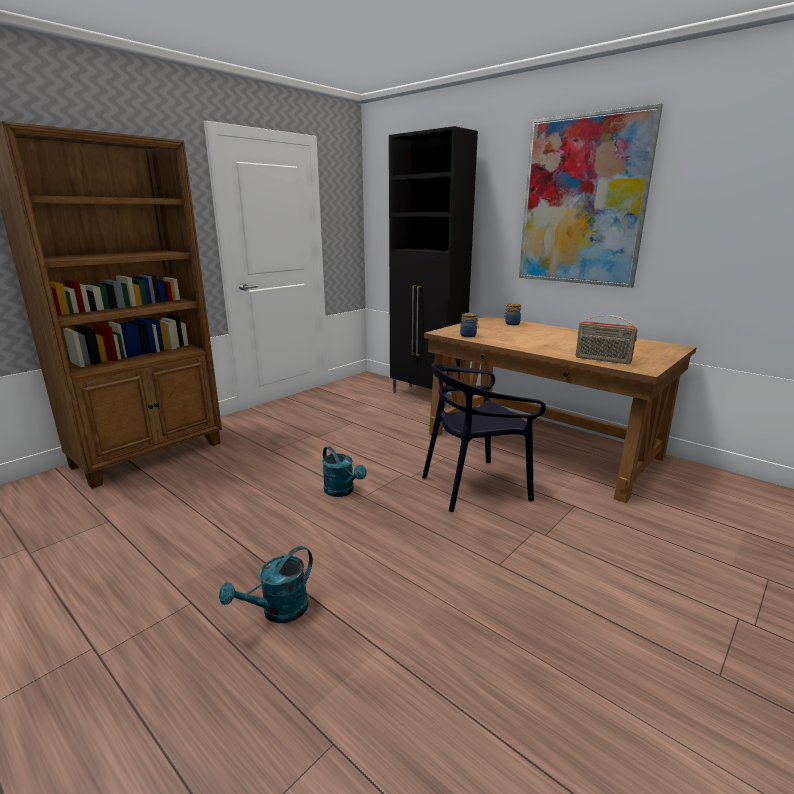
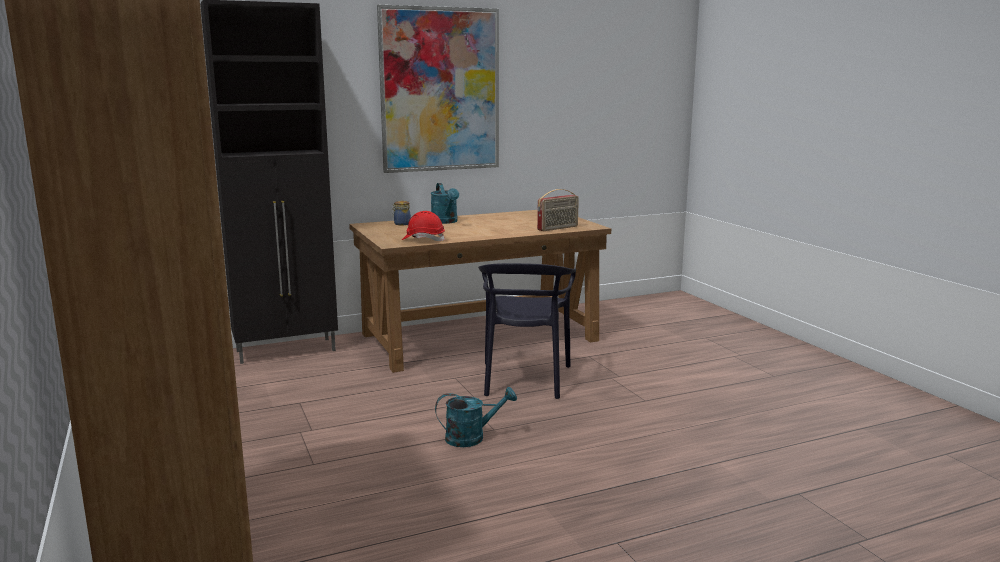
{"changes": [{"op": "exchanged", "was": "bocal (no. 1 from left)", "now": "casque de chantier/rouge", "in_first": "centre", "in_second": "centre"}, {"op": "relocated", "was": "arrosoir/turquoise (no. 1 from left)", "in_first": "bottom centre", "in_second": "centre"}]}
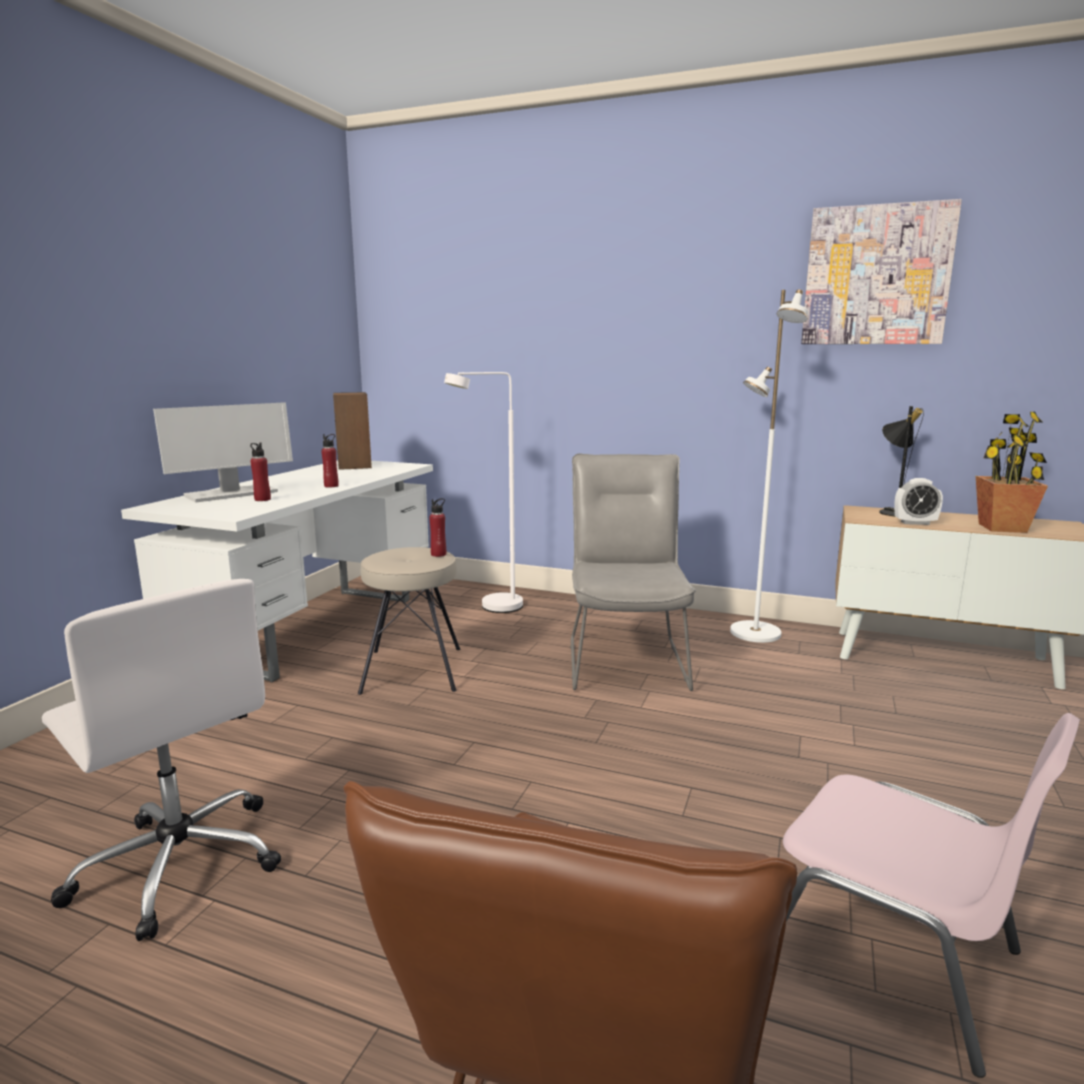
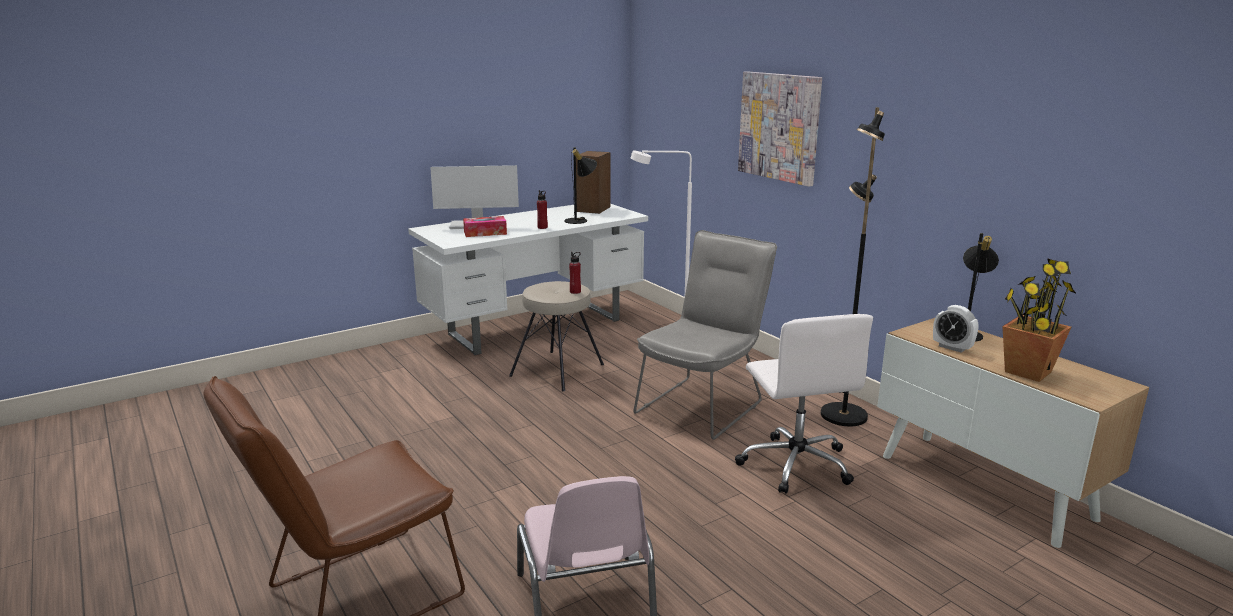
{"changes": [{"op": "exchanged", "was": "bouteille/rouge (no. 1 from left)", "now": "boîte à mouchoirs", "in_first": "middle left", "in_second": "centre"}, {"op": "appeared", "now": "lampe de table/noir (no. 1 from left)", "in_second": "top centre"}, {"op": "relocated", "was": "chaise de bureau/blanc", "in_first": "bottom left", "in_second": "centre"}, {"op": "relocated", "was": "tableau", "in_first": "top right", "in_second": "top centre"}, {"op": "colour", "was": "lampadaire/blanc (no. 2 from left)", "now": "lampadaire/noir", "in_first": "middle right", "in_second": "middle right"}]}
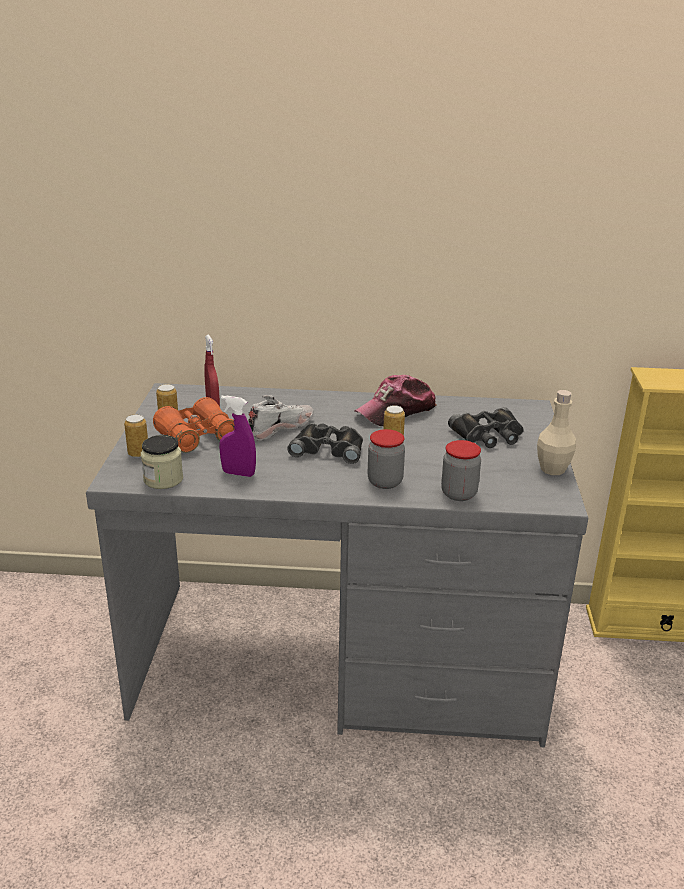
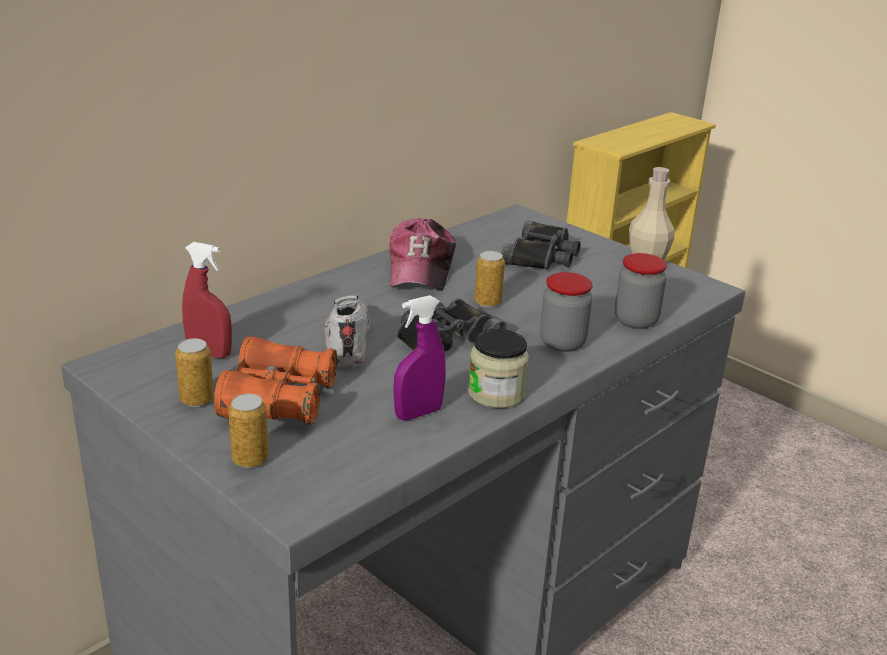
{"changes": [{"op": "relocated", "was": "bocal (no. 1 from left)", "in_first": "middle left", "in_second": "centre"}]}
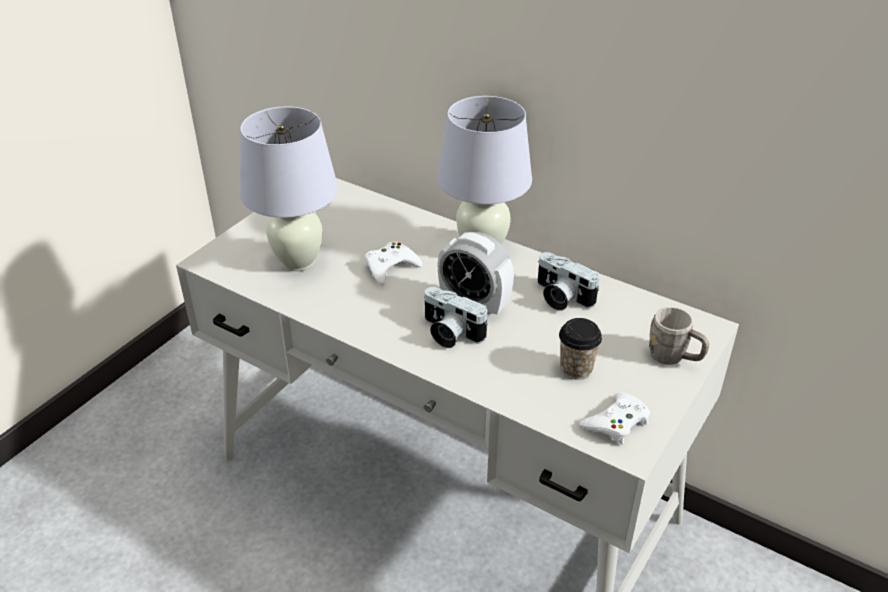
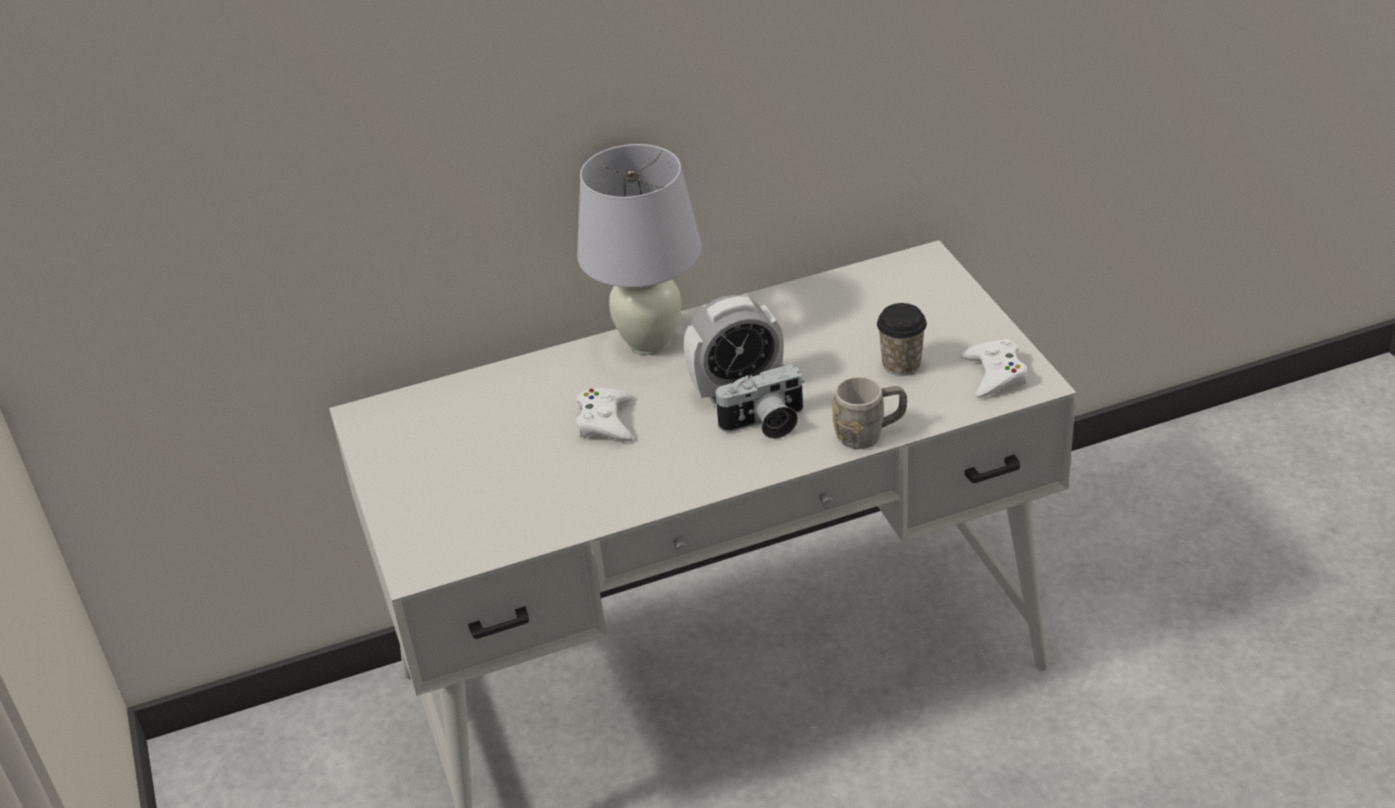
{"changes": [{"op": "relocated", "was": "mug/gris", "in_first": "middle right", "in_second": "centre"}, {"op": "missing", "was": "lampe de table/blanc (no. 1 from left)", "in_first": "top left"}, {"op": "missing", "was": "appareil photo (no. 2 from left)", "in_first": "centre"}]}
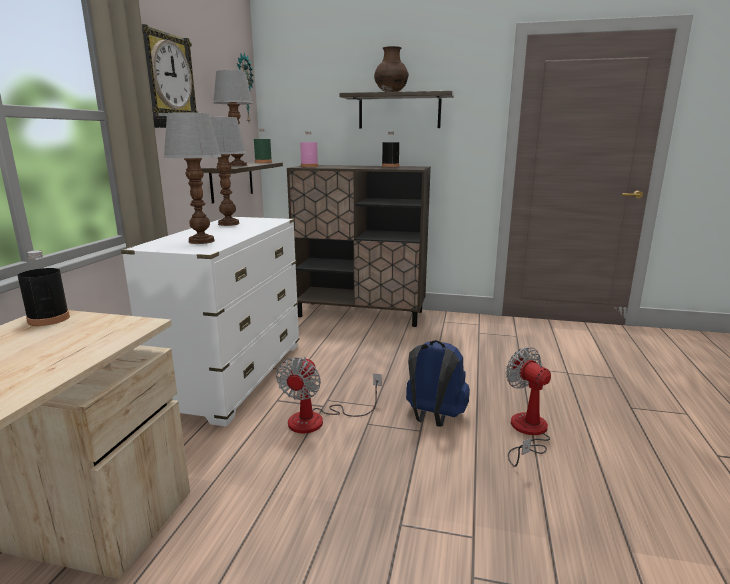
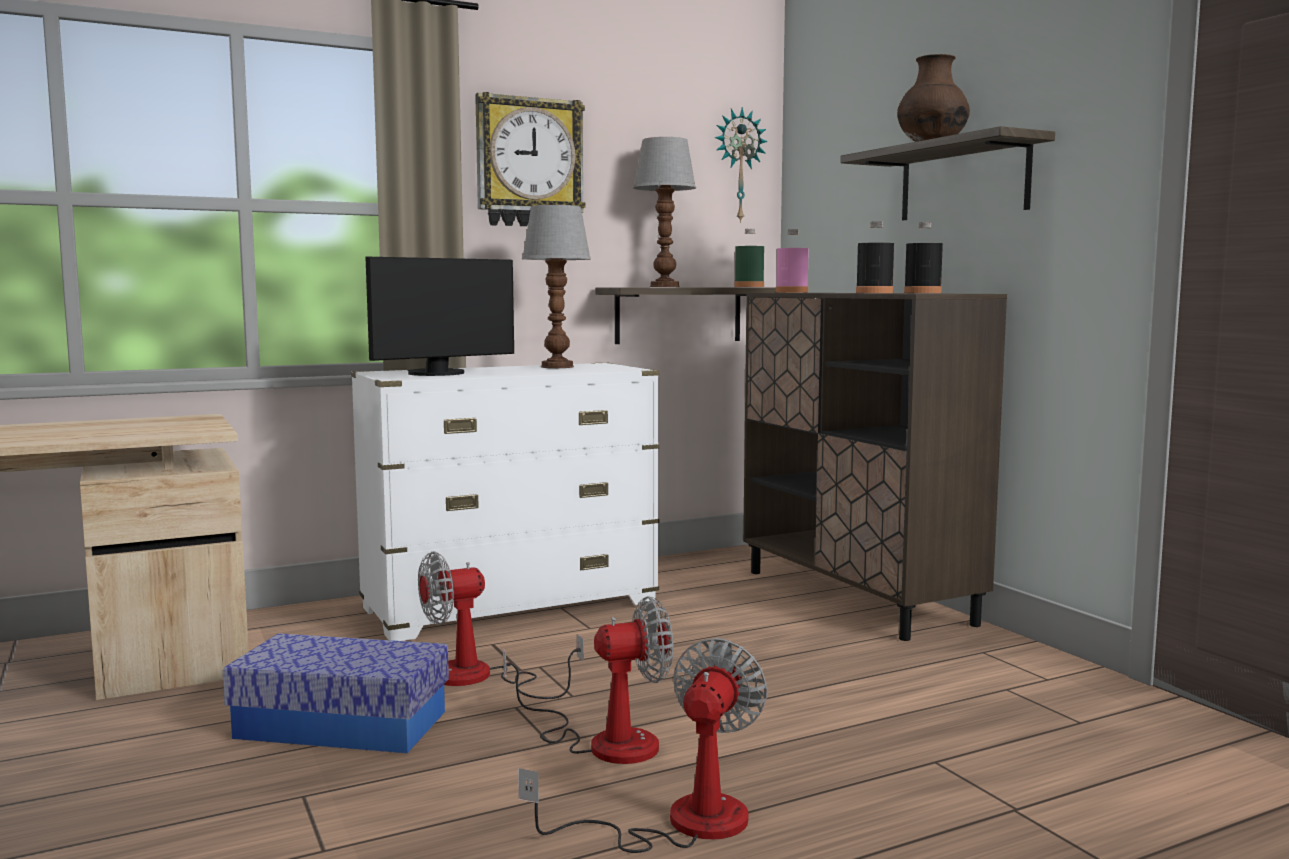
{"changes": [{"op": "appeared", "now": "boîte de rangement", "in_second": "bottom left"}, {"op": "exchanged", "was": "lampe de table (no. 1 from left)", "now": "écran d'ordinateur", "in_first": "top left", "in_second": "centre"}, {"op": "exchanged", "was": "sac à dos/bleu", "now": "ventilateur (no. 2 from left)", "in_first": "centre", "in_second": "bottom centre"}, {"op": "relocated", "was": "bouteille/noir (no. 1 from left)", "in_first": "middle left", "in_second": "top right"}]}
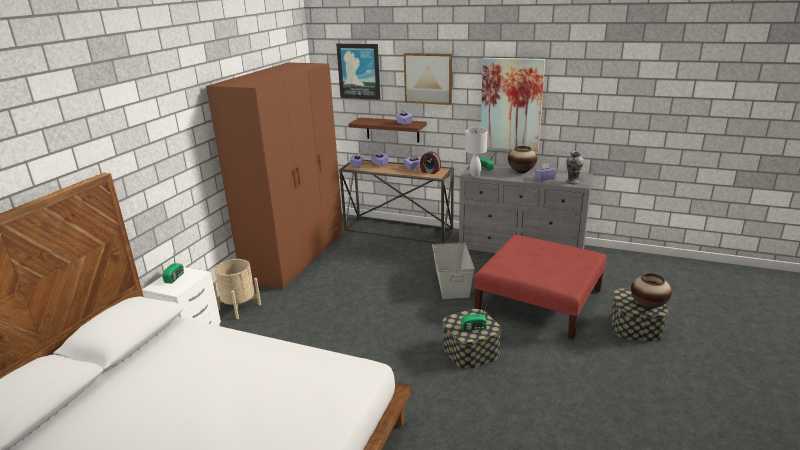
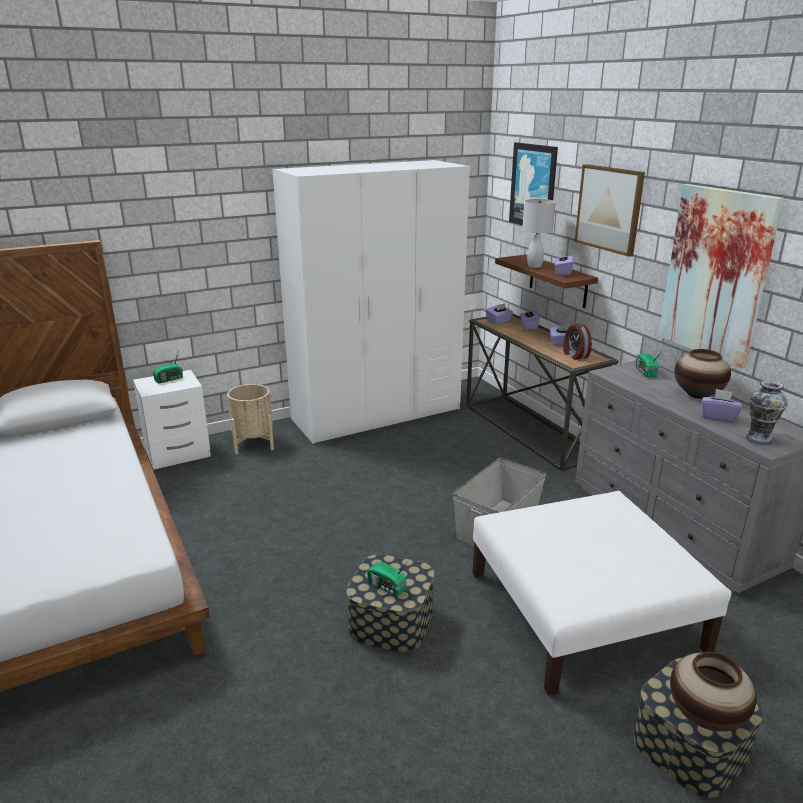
{"changes": [{"op": "colour", "was": "armoire/marron", "now": "armoire/blanc", "in_first": "centre", "in_second": "centre"}, {"op": "colour", "was": "pouf/rouge", "now": "pouf/blanc", "in_first": "middle right", "in_second": "bottom right"}, {"op": "relocated", "was": "lampe de table/blanc", "in_first": "centre", "in_second": "top right"}]}
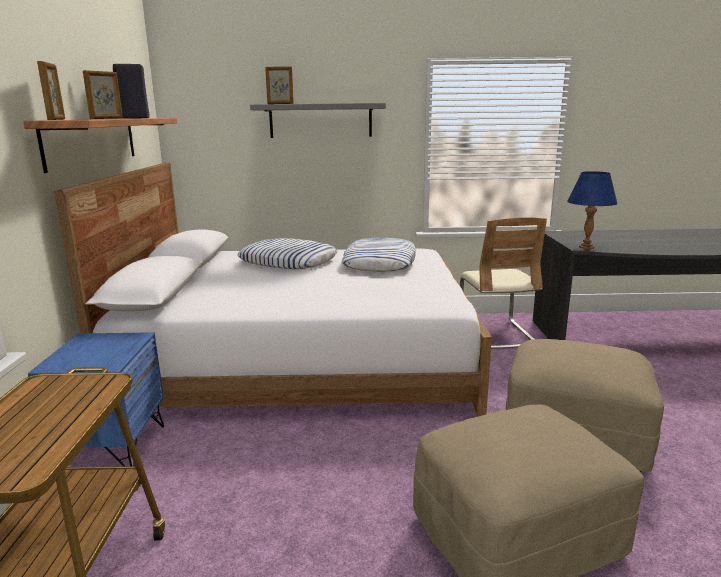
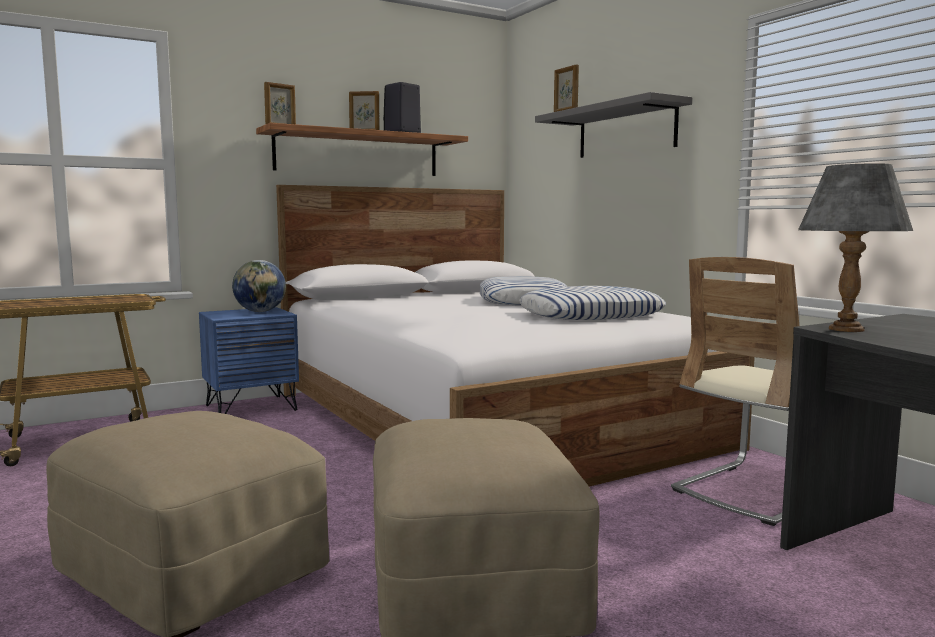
{"changes": [{"op": "appeared", "now": "globe", "in_second": "middle left"}, {"op": "colour", "was": "lampe de table/bleu", "now": "lampe de table/gris", "in_first": "middle right", "in_second": "middle right"}]}
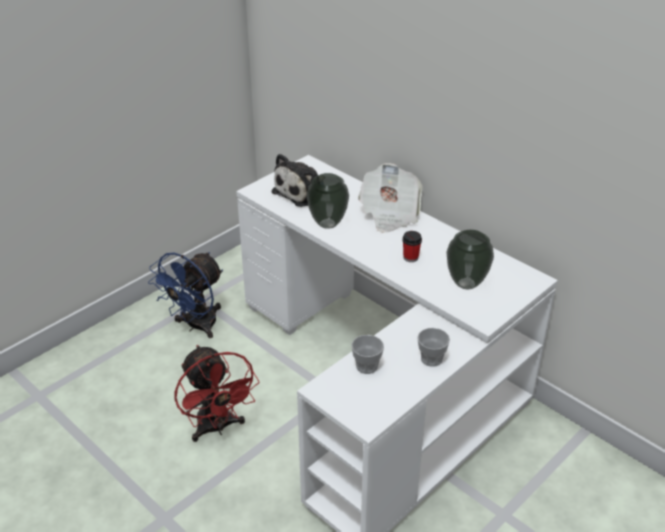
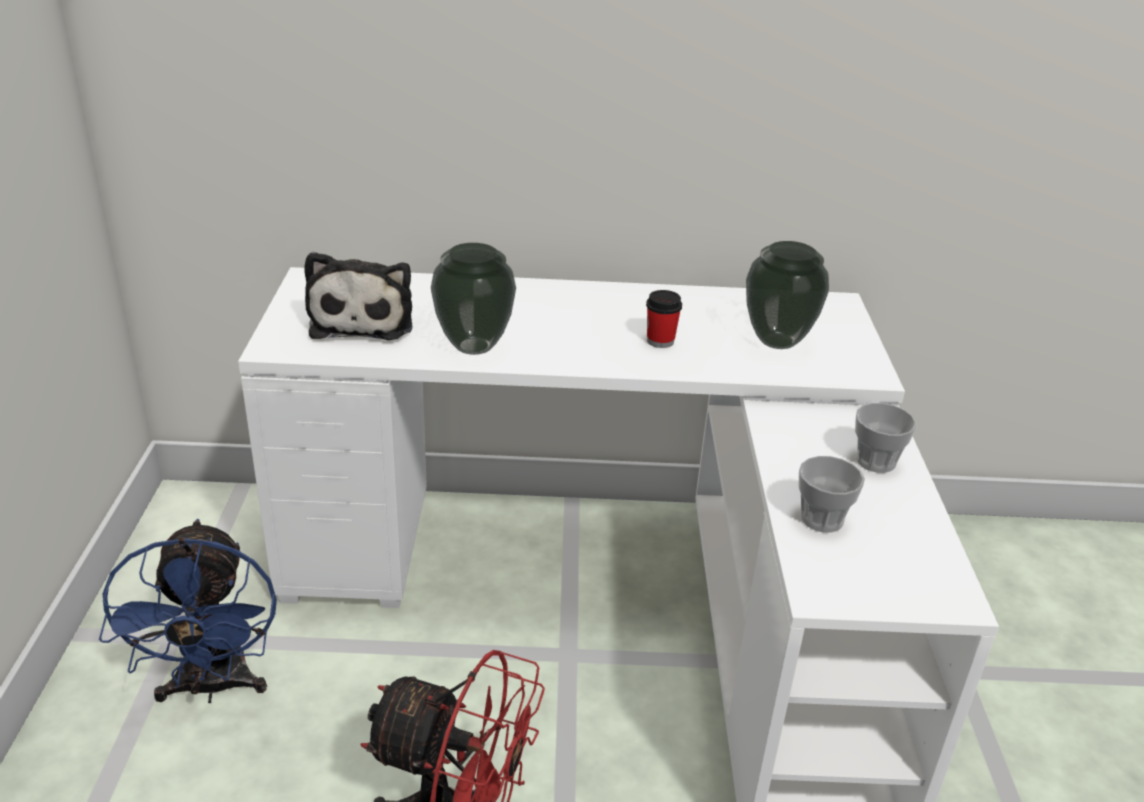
{"changes": [{"op": "missing", "was": "journal", "in_first": "centre"}]}
